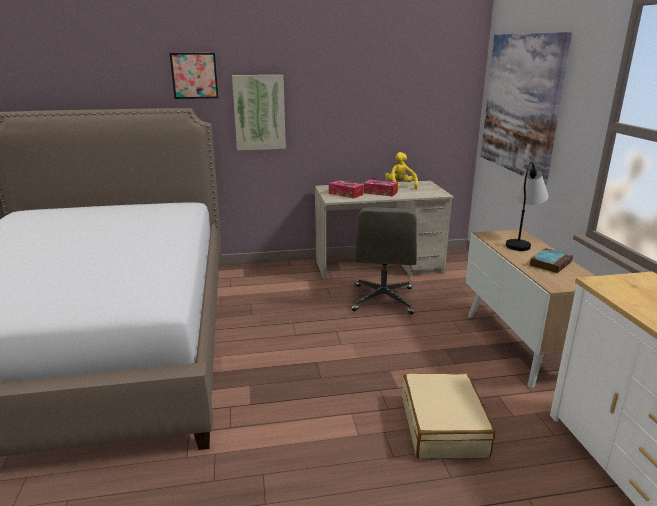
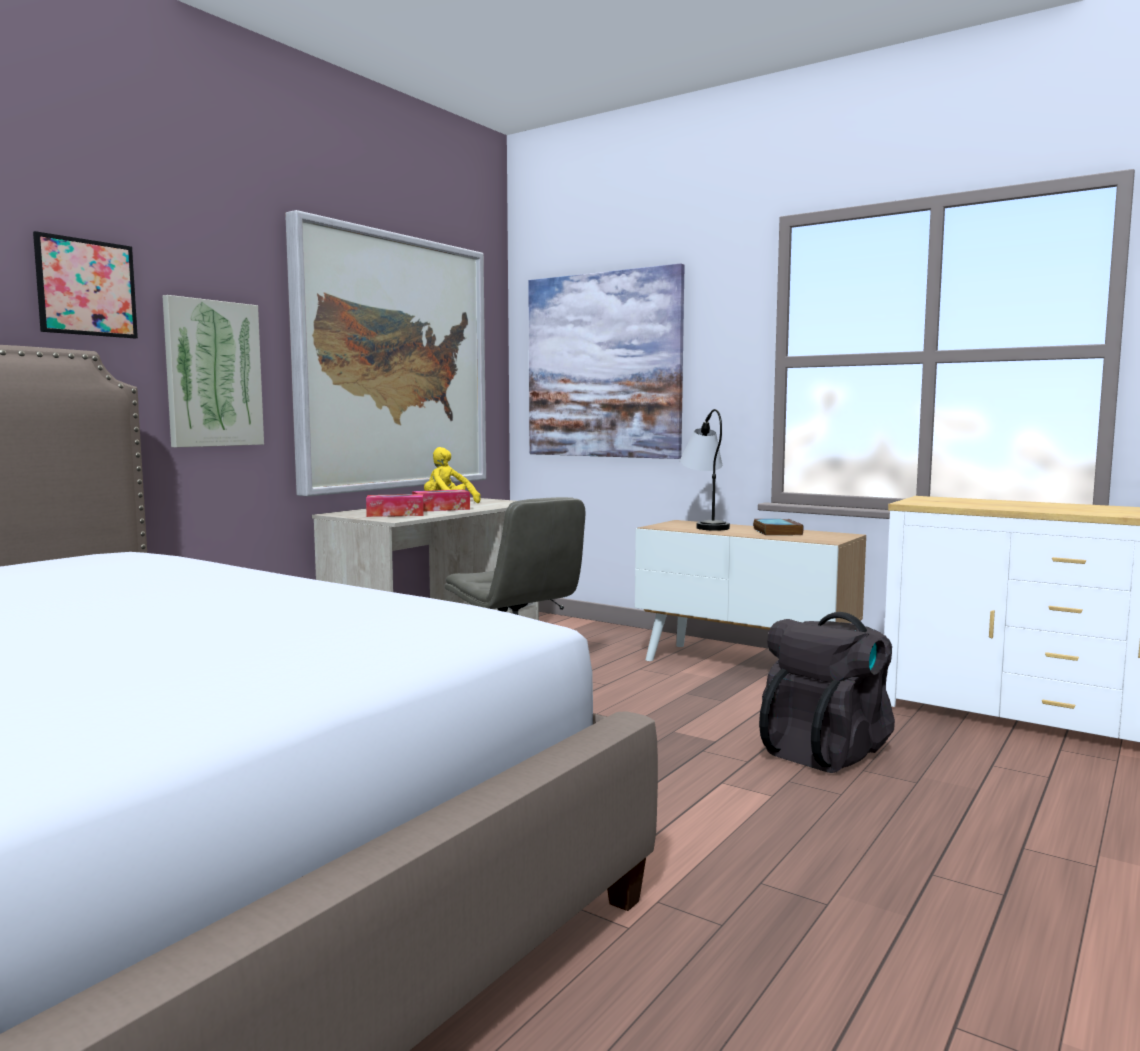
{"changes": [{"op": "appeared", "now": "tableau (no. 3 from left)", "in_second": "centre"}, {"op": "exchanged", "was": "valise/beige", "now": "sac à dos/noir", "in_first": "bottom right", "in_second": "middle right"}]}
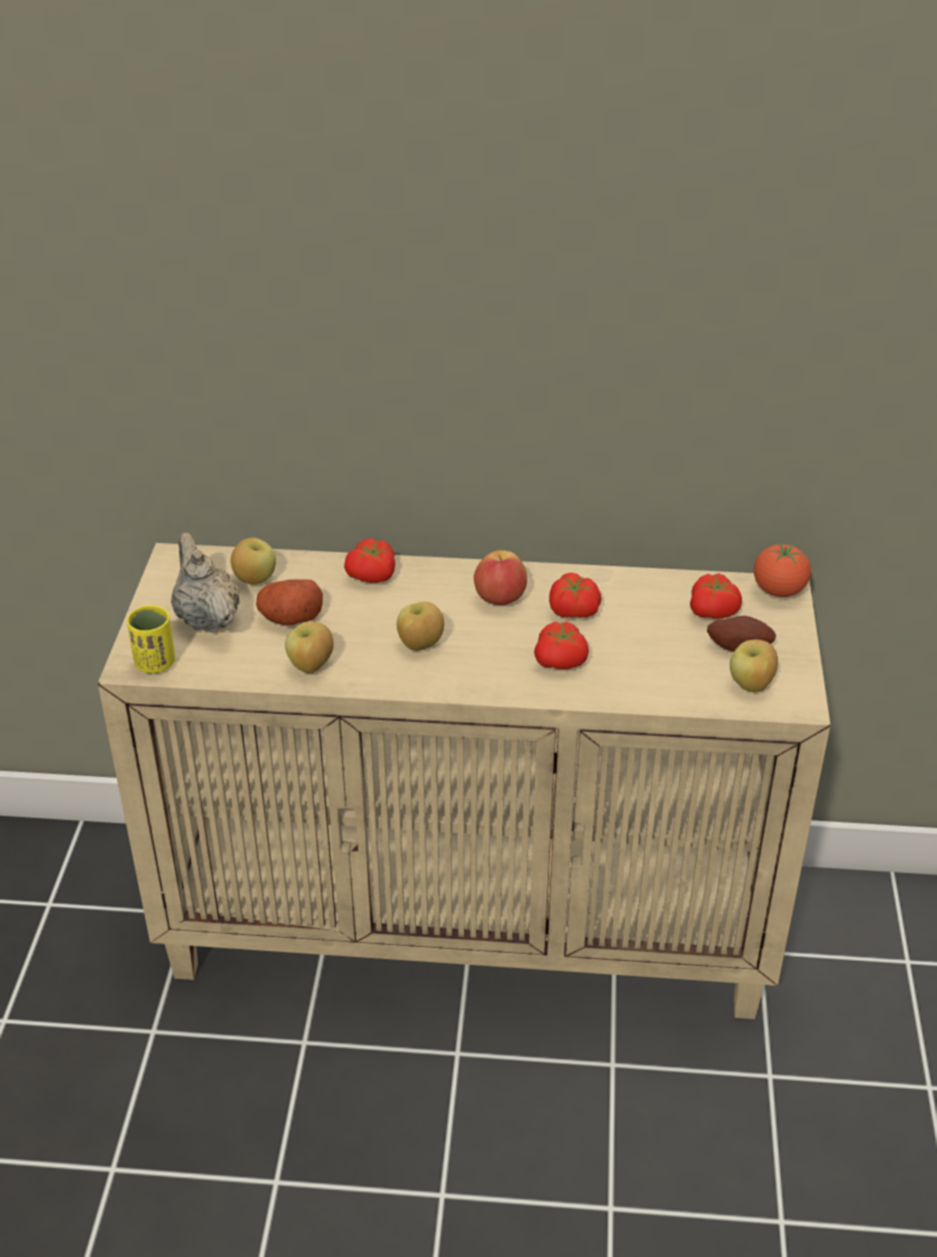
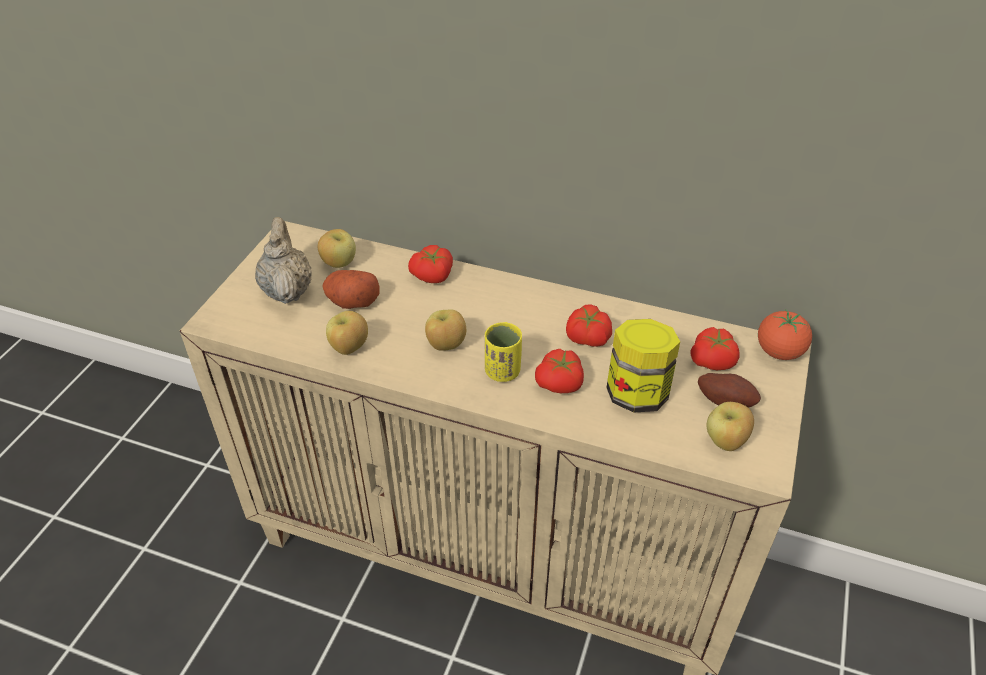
{"changes": [{"op": "relocated", "was": "tasse/jaune", "in_first": "middle left", "in_second": "centre"}, {"op": "appeared", "now": "bocal", "in_second": "centre"}, {"op": "missing", "was": "pomme (no. 4 from left)", "in_first": "centre"}]}
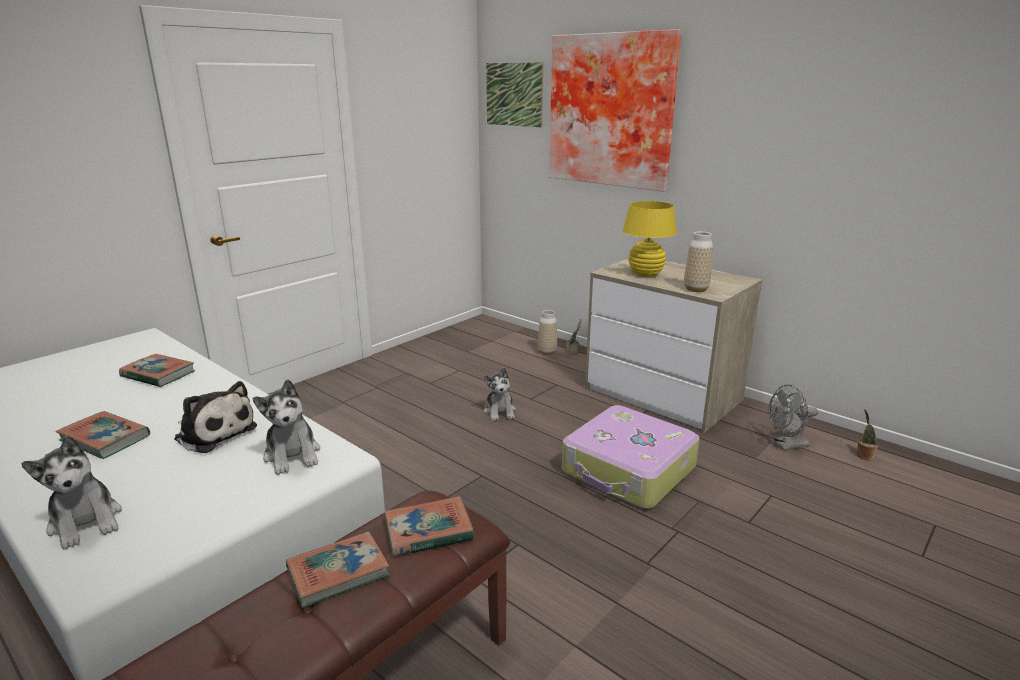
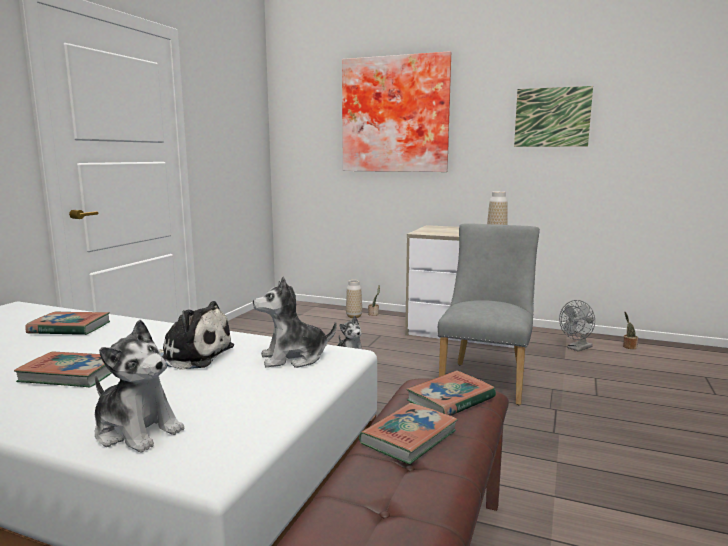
{"changes": [{"op": "spun", "was": "peluche (no. 3 from left)", "in_first": "middle left", "in_second": "centre", "clockwise": 120}, {"op": "exchanged", "was": "valise", "now": "chaise/gris", "in_first": "bottom centre", "in_second": "middle right"}, {"op": "relocated", "was": "tableau (no. 1 from left in the first image)", "now": "tableau (no. 2 from left)", "in_first": "top centre", "in_second": "top right"}, {"op": "missing", "was": "lampe de table/jaune", "in_first": "centre"}]}
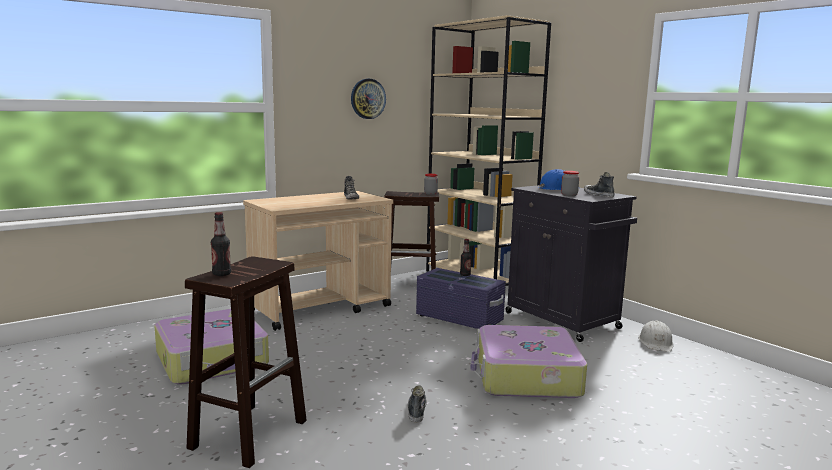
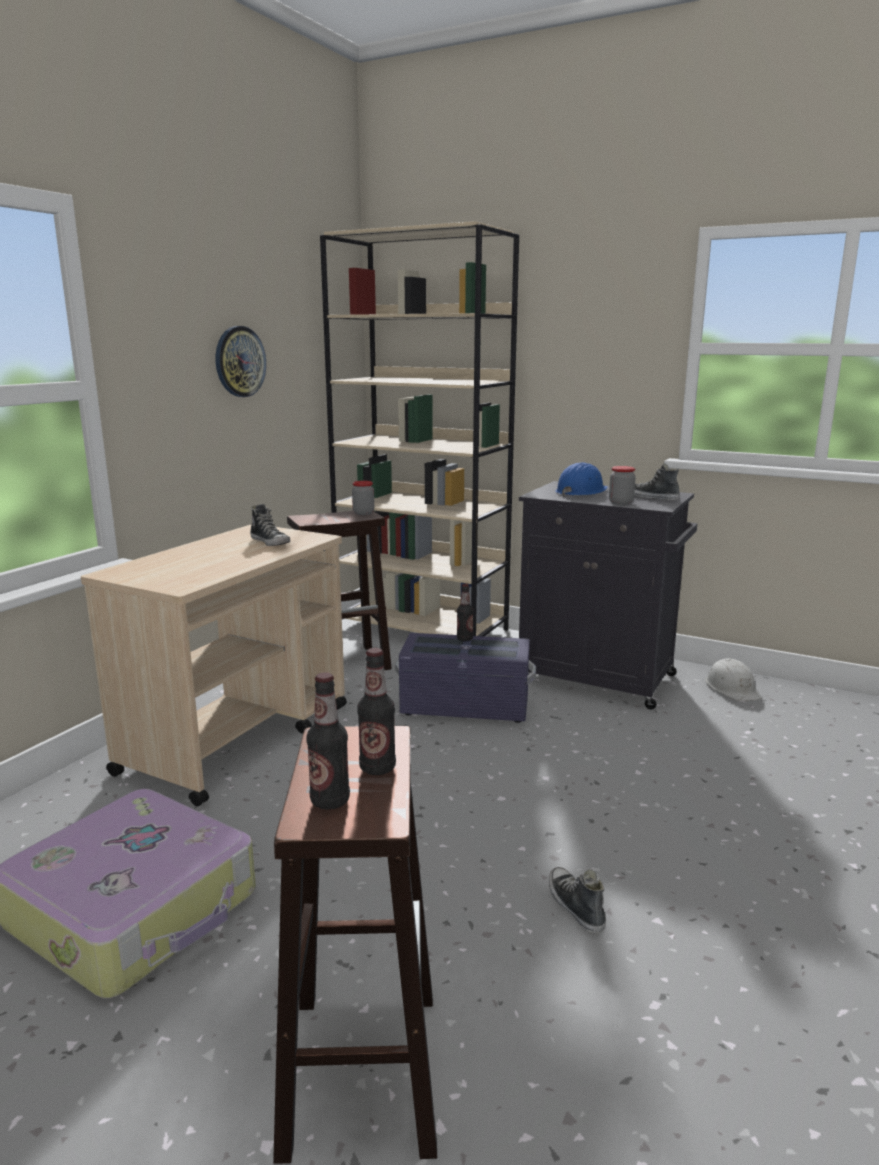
{"changes": [{"op": "appeared", "now": "bouteille (no. 2 from left)", "in_second": "centre"}, {"op": "missing", "was": "valise (no. 2 from left)", "in_first": "bottom centre"}]}
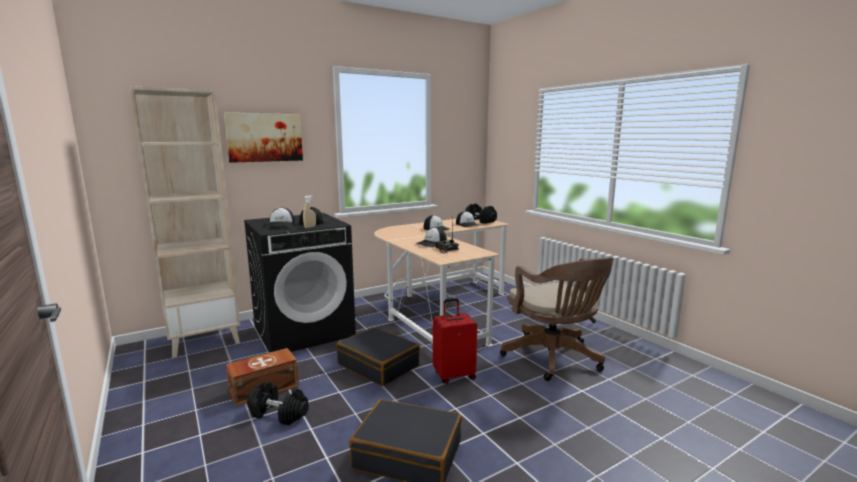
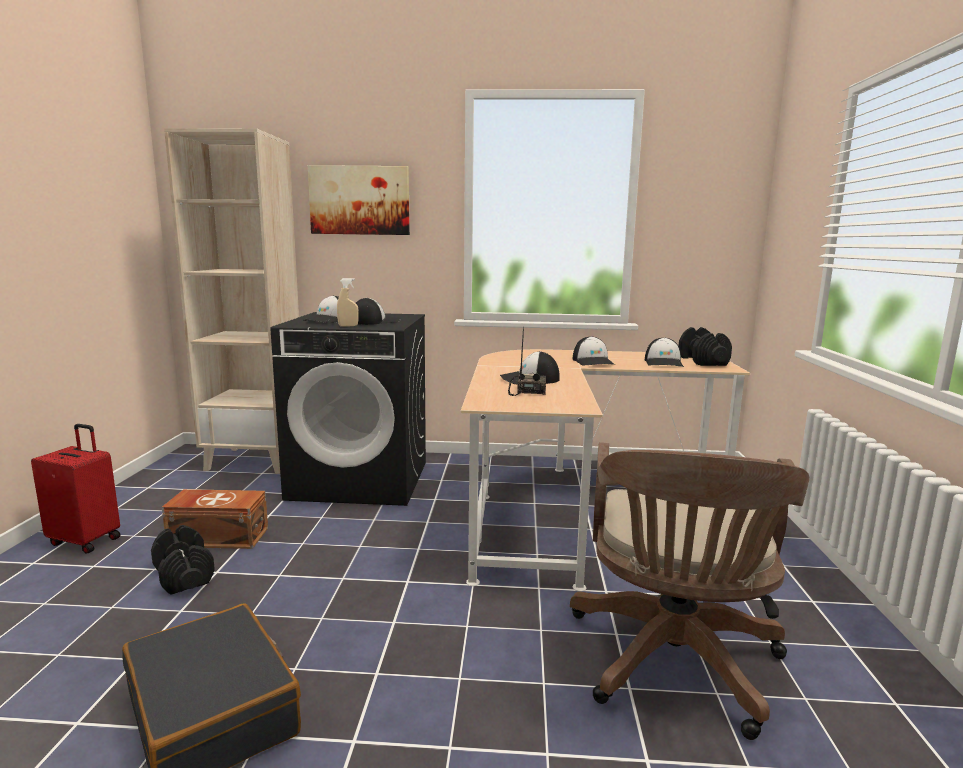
{"changes": [{"op": "relocated", "was": "valise/rouge", "in_first": "bottom centre", "in_second": "middle left"}, {"op": "missing", "was": "valise/noir (no. 1 from left)", "in_first": "bottom centre"}]}
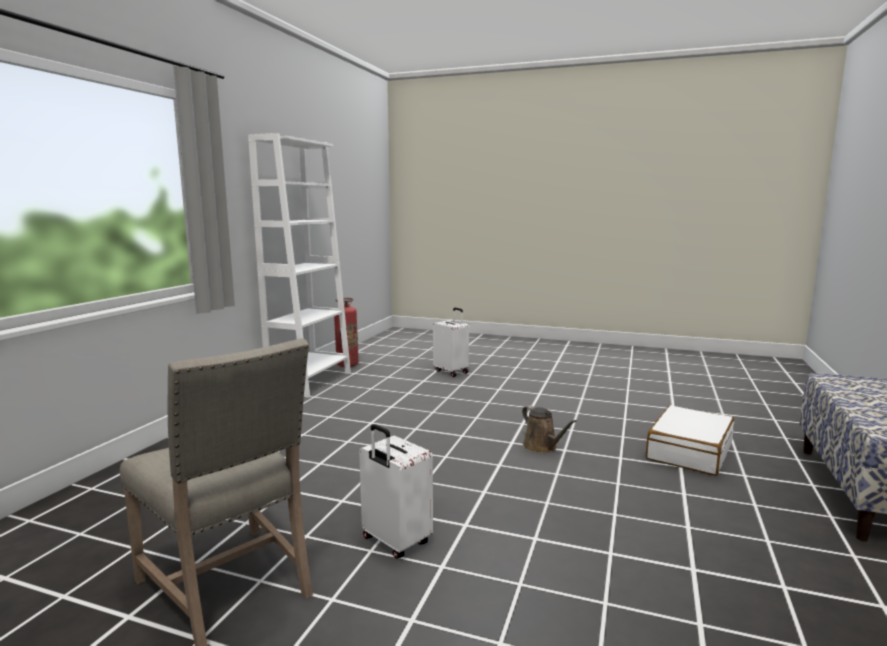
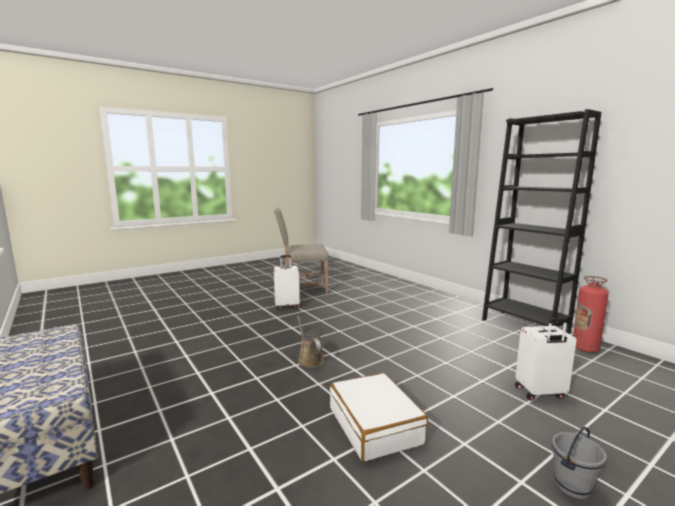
{"changes": [{"op": "spun", "was": "arrosoir/marron", "in_first": "centre", "in_second": "bottom centre", "clockwise": 60}, {"op": "relocated", "was": "valise/blanc (no. 3 from left in the first image)", "now": "valise/blanc (no. 2 from left)", "in_first": "bottom right", "in_second": "bottom centre"}, {"op": "colour", "was": "bibliothèque/blanc", "now": "bibliothèque/noir", "in_first": "centre", "in_second": "middle right"}, {"op": "appeared", "now": "seau/gris", "in_second": "bottom right"}]}
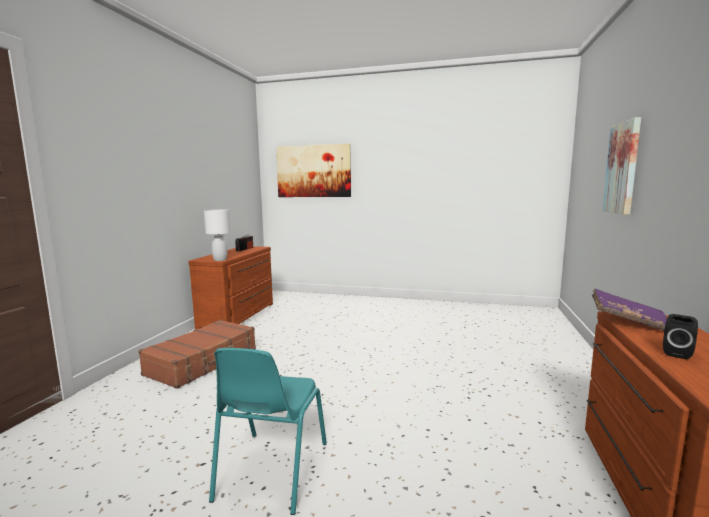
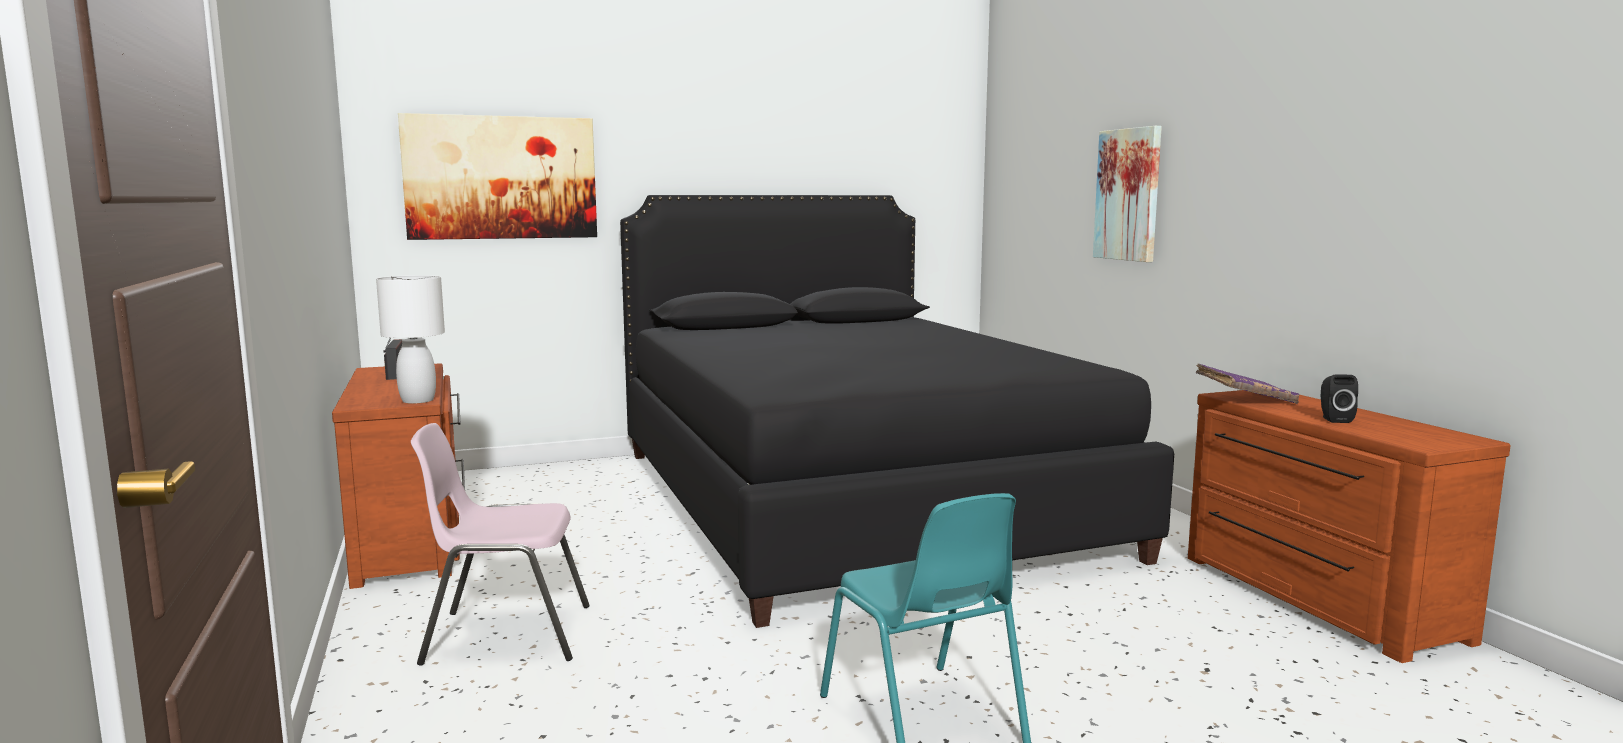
{"changes": [{"op": "exchanged", "was": "valise/marron", "now": "chaise/rose", "in_first": "bottom left", "in_second": "bottom left"}, {"op": "appeared", "now": "lit/noir", "in_second": "centre"}]}
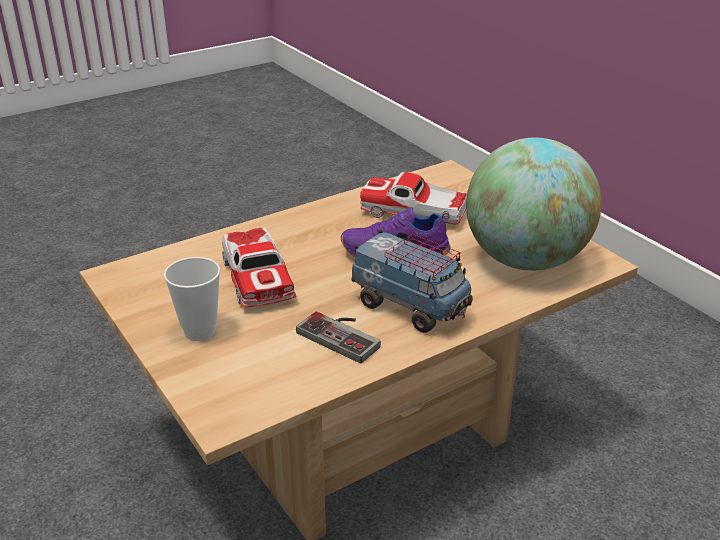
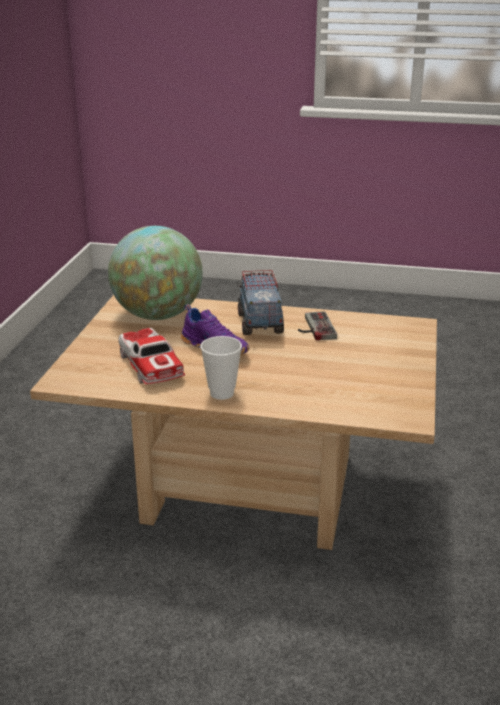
{"changes": [{"op": "relocated", "was": "tasse", "in_first": "middle left", "in_second": "centre"}, {"op": "missing", "was": "petite voiture (no. 1 from left)", "in_first": "centre"}]}
